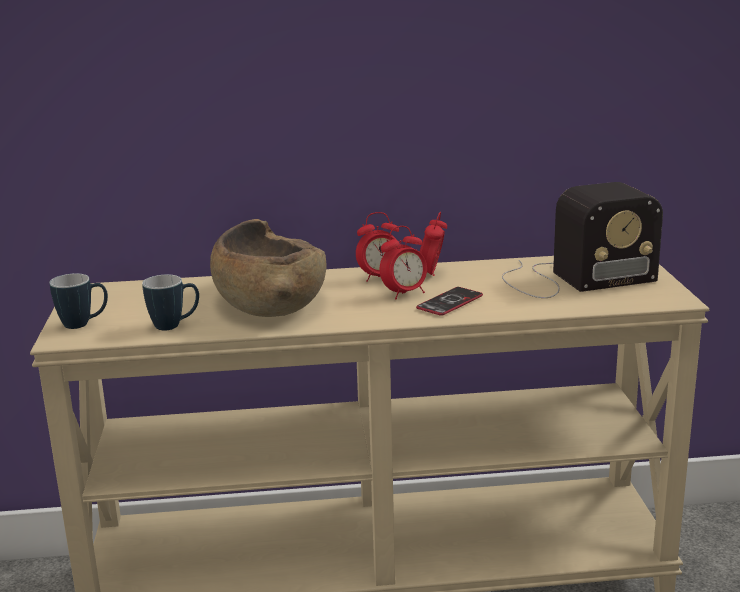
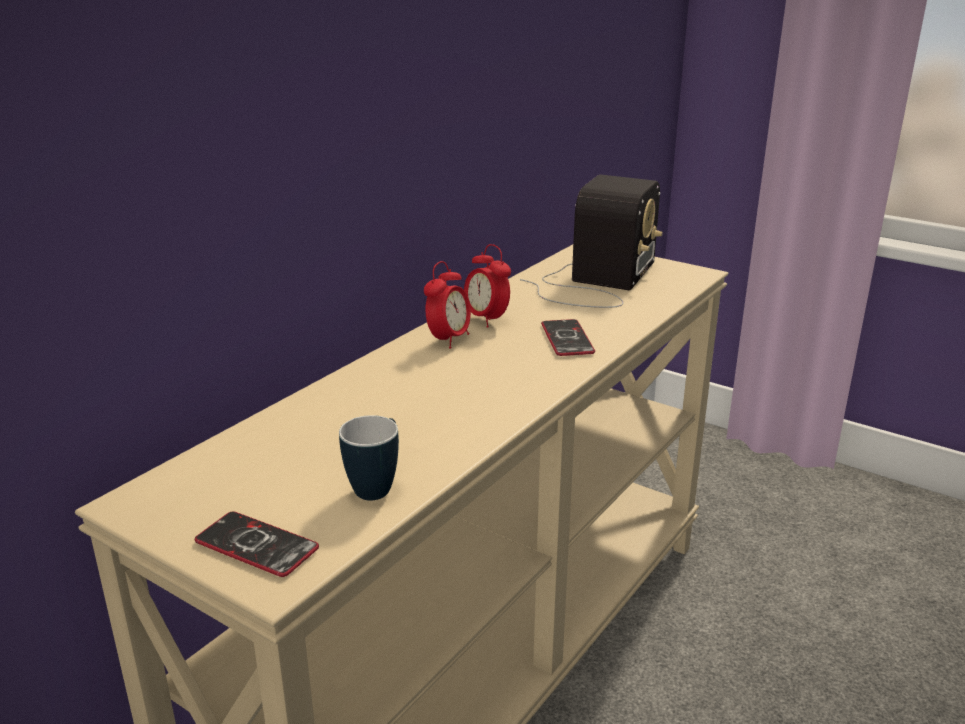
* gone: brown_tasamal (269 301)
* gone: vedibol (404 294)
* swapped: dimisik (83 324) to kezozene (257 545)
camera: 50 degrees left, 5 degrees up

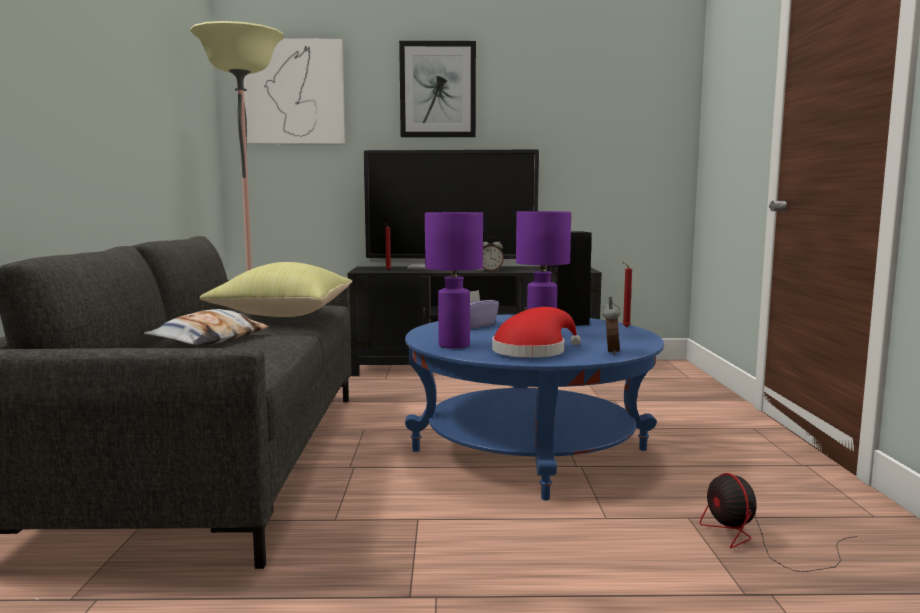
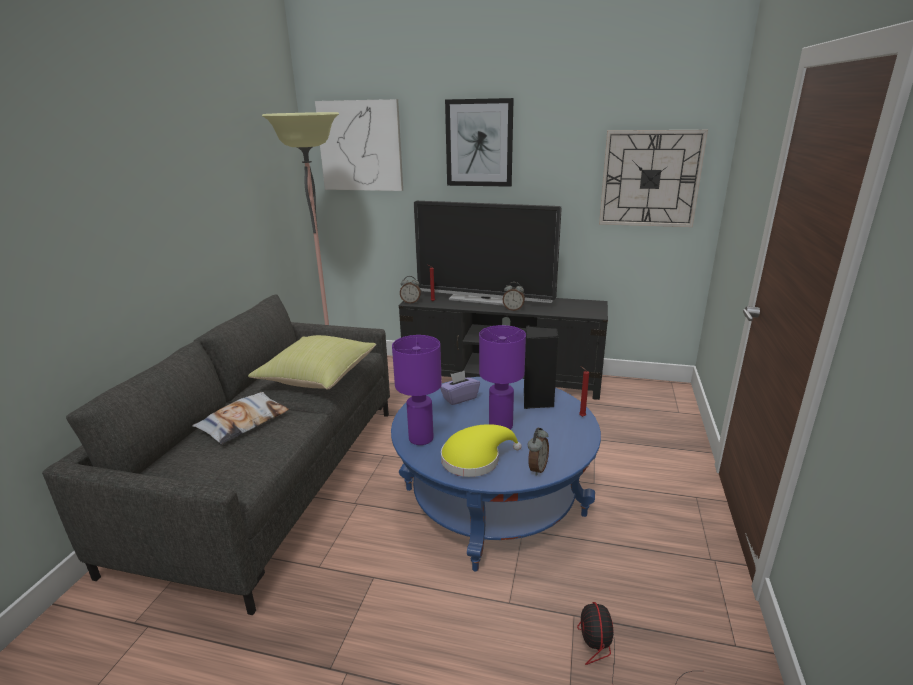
* new: vedibol (411 302)
* new: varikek (650 179)
* repainted: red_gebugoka (533 351) to yellow_gebugoka (475 459)
camera: 15 degrees right, 15 degrees up

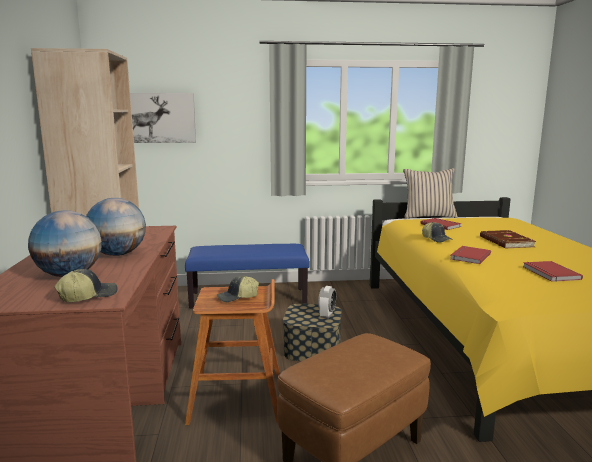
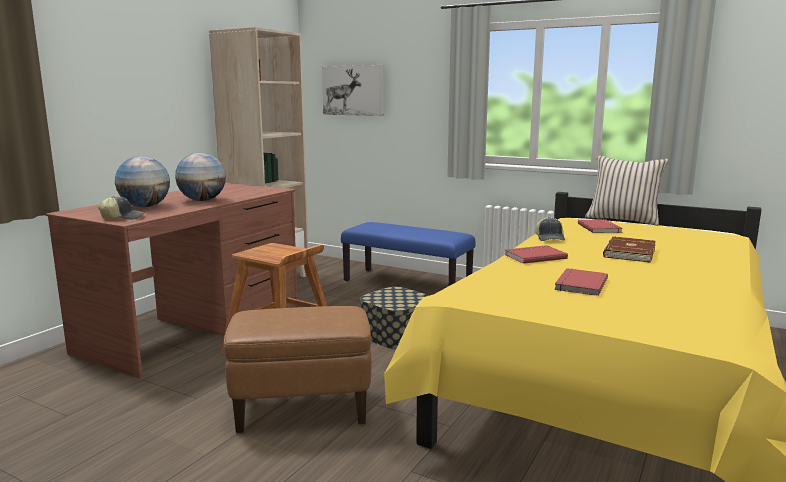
* gone: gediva (237 297)
* gone: vedibol (327 315)
camera: 35 degrees right, 0 degrees up

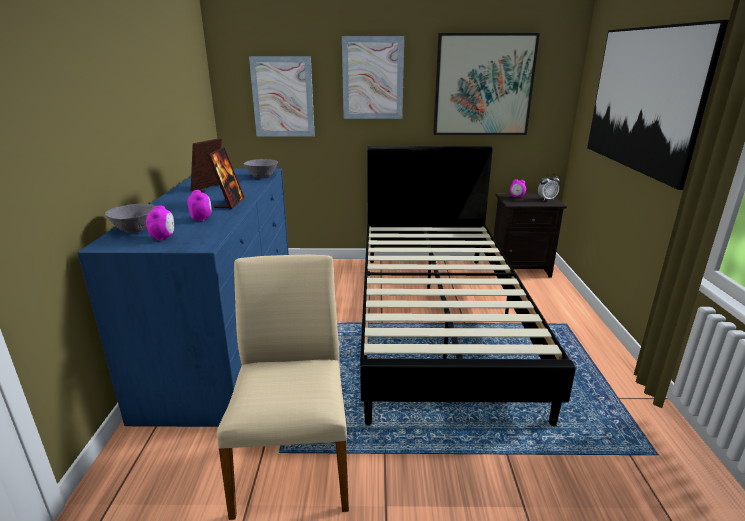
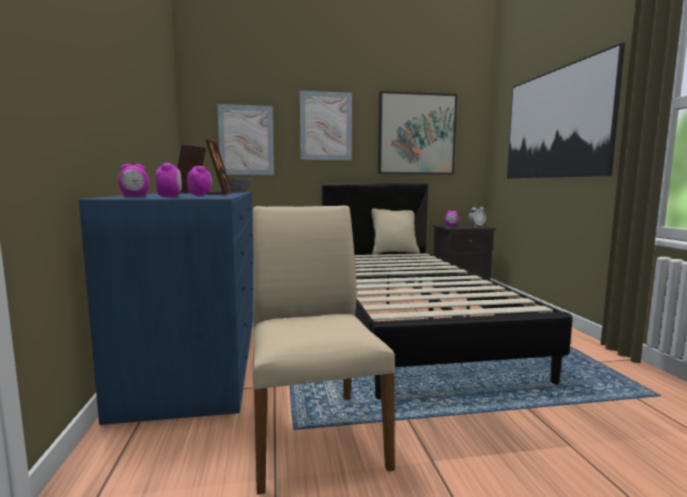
* new: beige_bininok (394 253)
* swapped: grey_tasamal (135 230) to vedibol (135 196)
camera: 10 degrees left, 15 degrees down

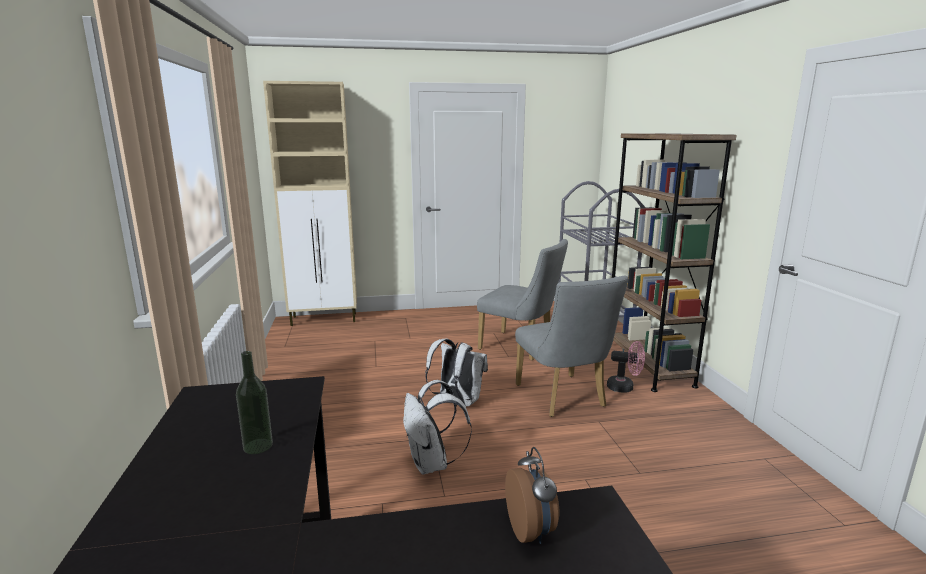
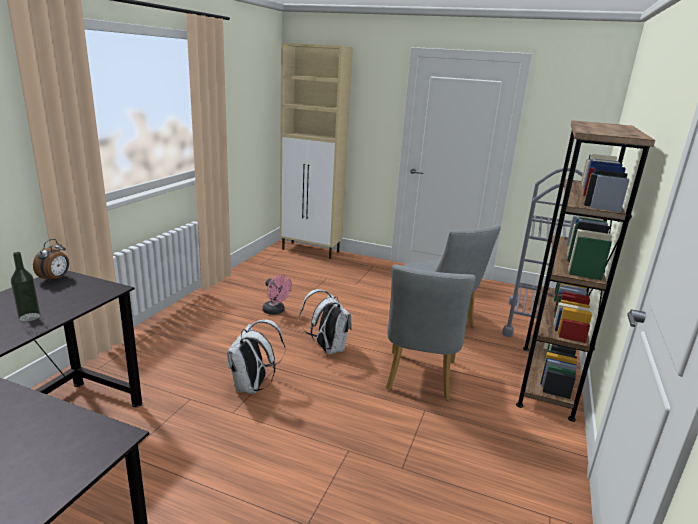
* shifted: vedibol (531 531) to (55 278)
* shifted: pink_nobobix (624 387) to (276 311)
camera: 30 degrees right, 5 degrees up

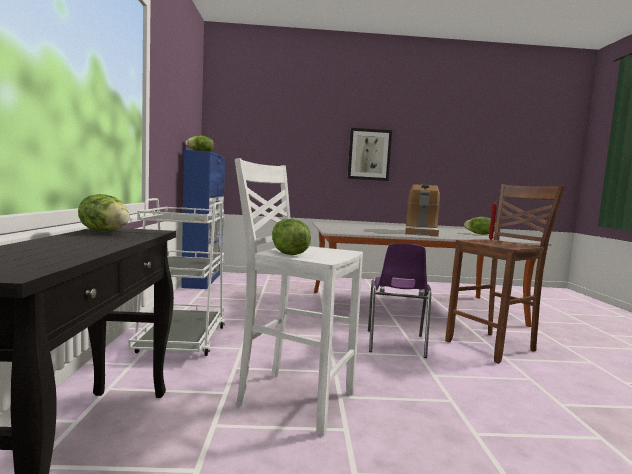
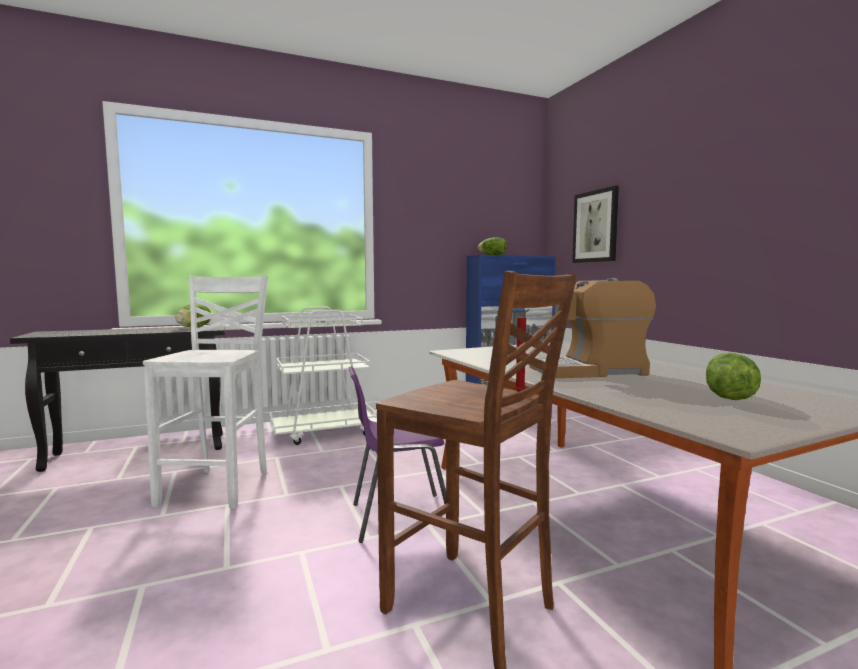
* gone: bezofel (288 253)
* shifted: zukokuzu (369 154) to (595 226)
camera: 70 degrees right, 0 degrees up

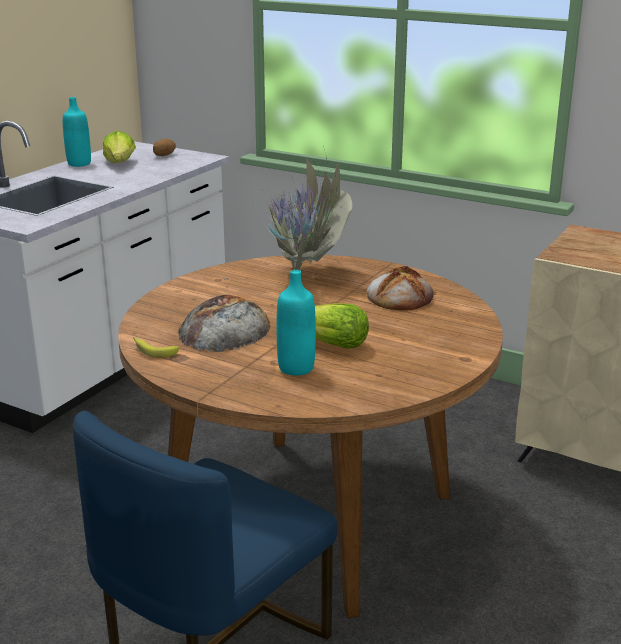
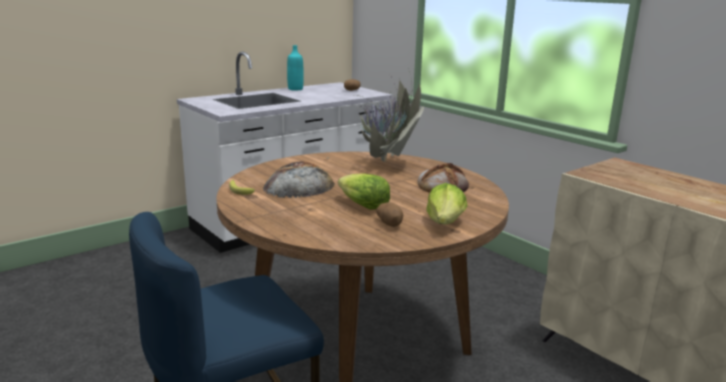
* gone: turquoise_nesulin (296 368)
* new: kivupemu (390 224)
* shifted: bezofel (120 163) to (445 223)
camera: 20 degrees right, 5 degrees down

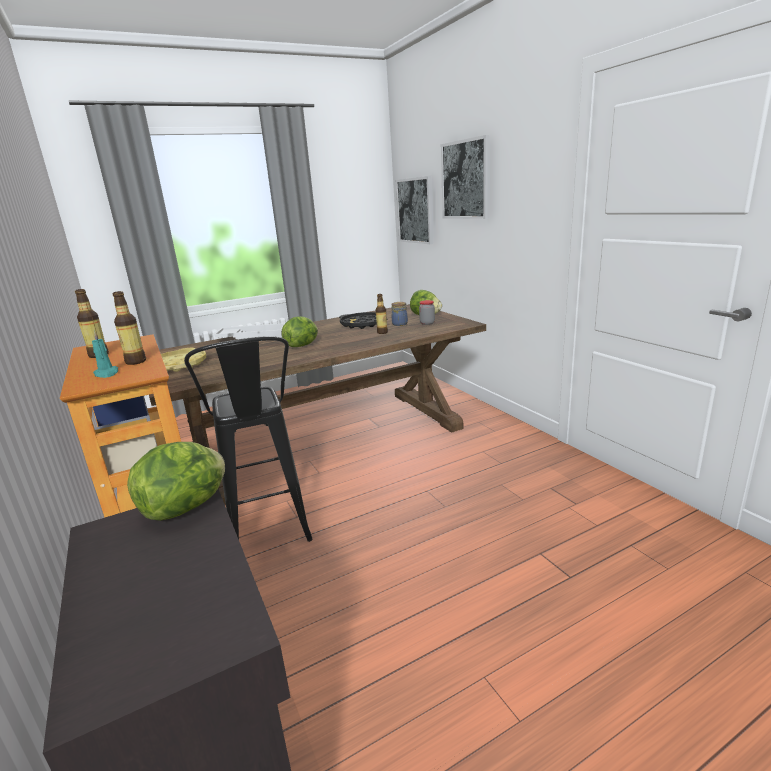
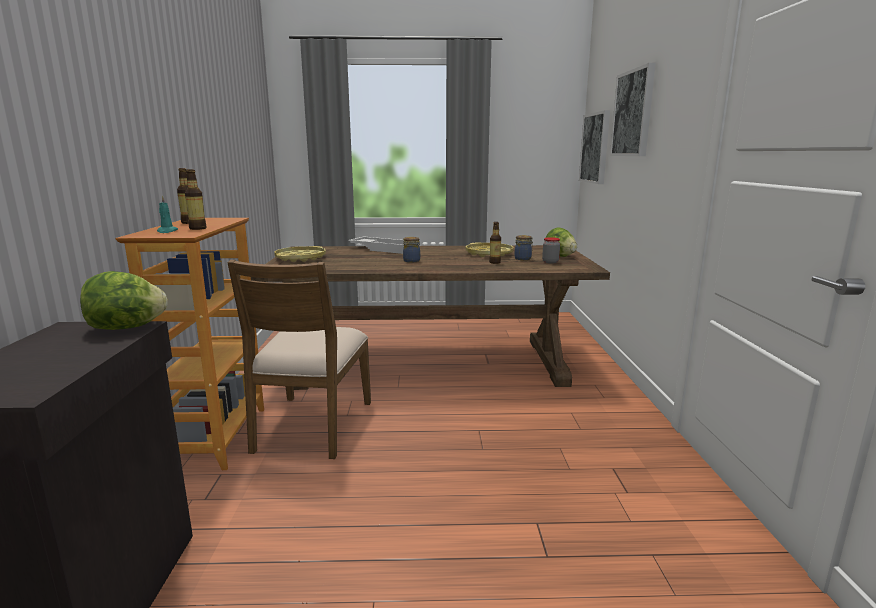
* swapped: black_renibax (271 539) to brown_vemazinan (311 426)
* swapped: bezofel (302 345) to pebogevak (411 261)
* repainted: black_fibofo (363 324) to yellow_fibofo (489 254)
camera: 25 degrees right, 5 degrees down

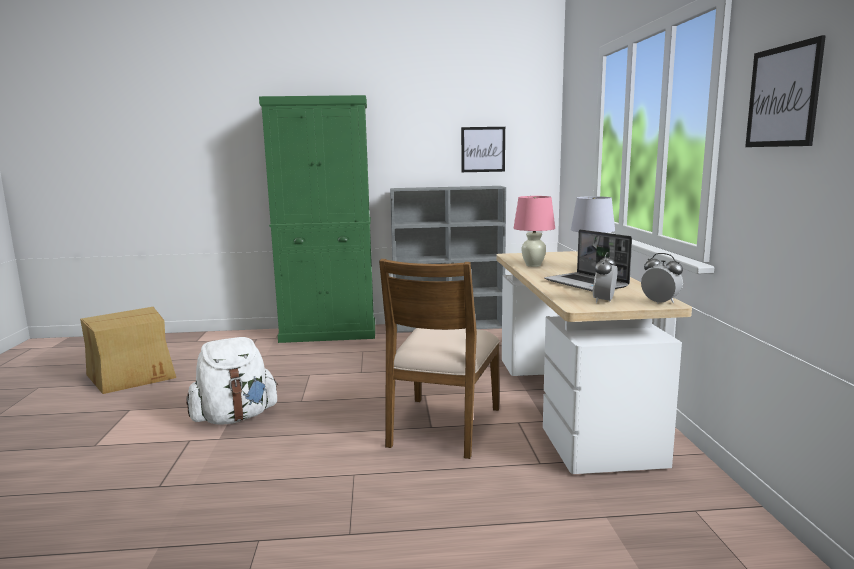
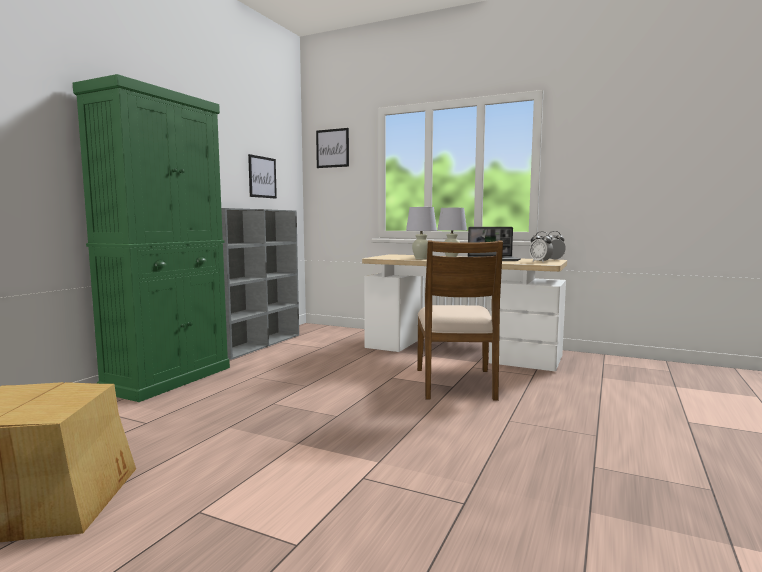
* gone: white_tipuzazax (235 417)
* shifted: zukokuzu (783 96) to (332 148)
* repainted: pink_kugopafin (533 265) to white_kugopafin (421 258)
* rotated: brown_vemazinan (442 426) = (456 384) 45 degrees clockwise
camera: 60 degrees left, 5 degrees down

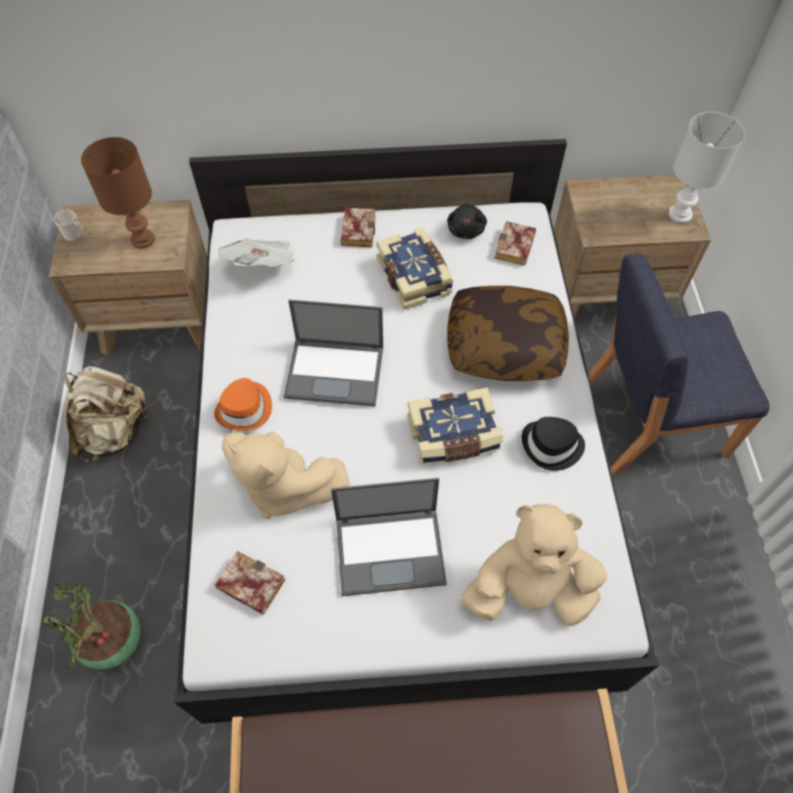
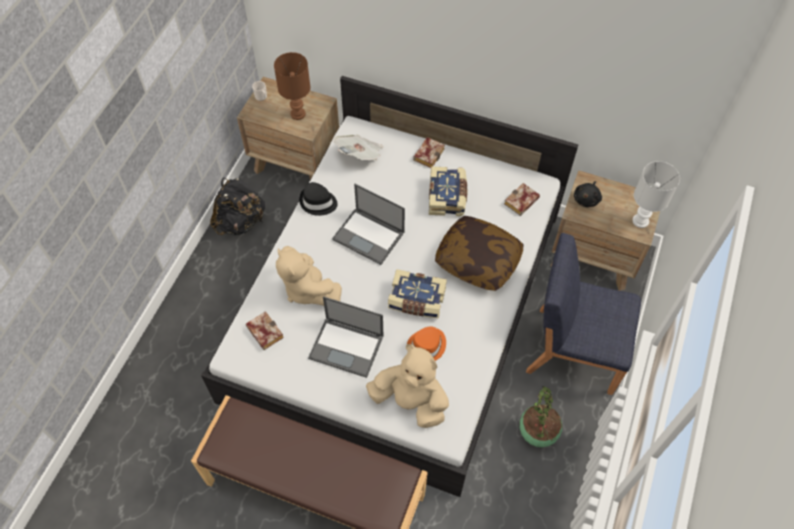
* shifted: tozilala (115 644) to (537 434)
* shifted: orange_gebugoka (245 408) to (427 345)
* shifted: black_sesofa (466 229) to (586 199)
* shifted: black_gebugoka (552 446) to (318 202)
* repainted: beige_tipuzazax (114 431) to black_tipuzazax (240 222)
camera: 25 degrees right, 0 degrees up

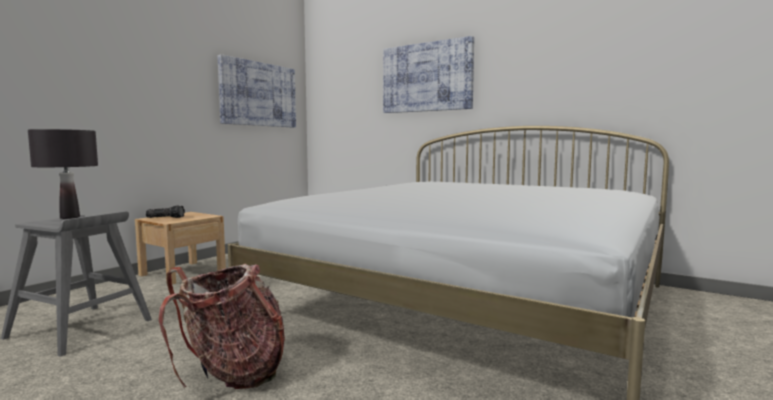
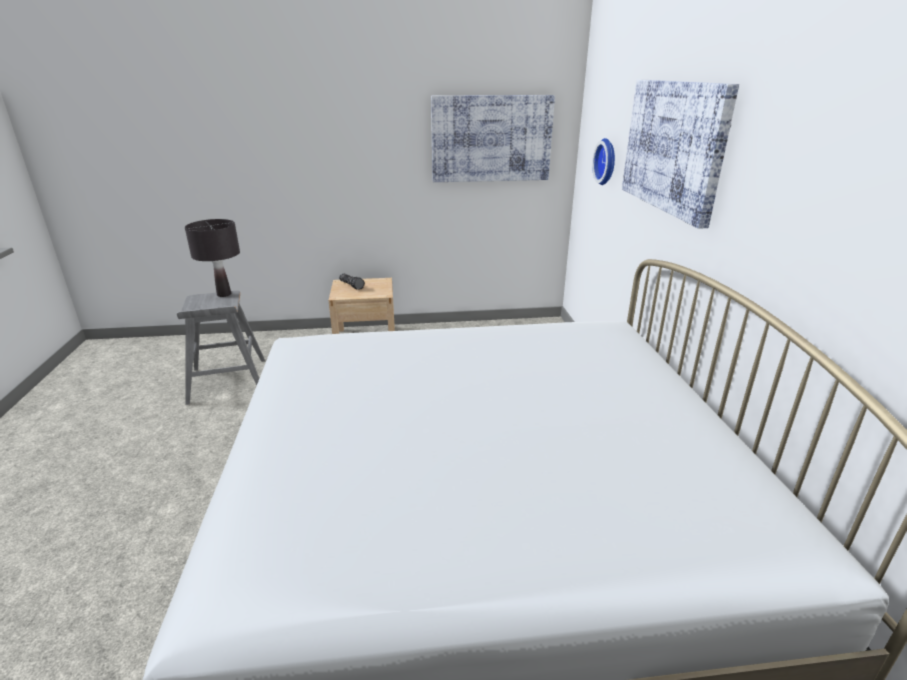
* gone: tipuzazax (232 373)
* new: varikek (607 161)
camera: 50 degrees right, 20 degrees up

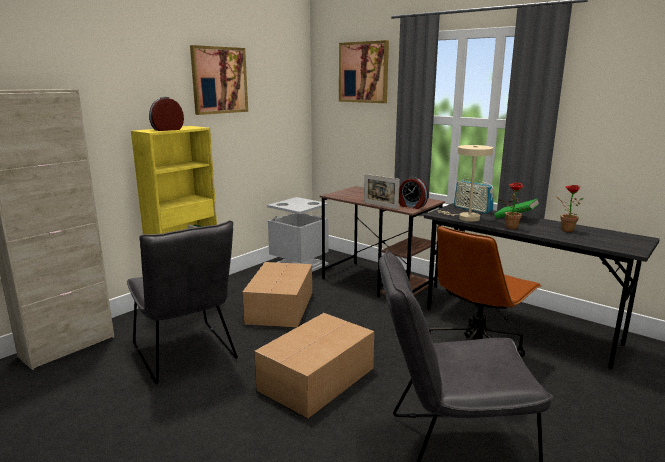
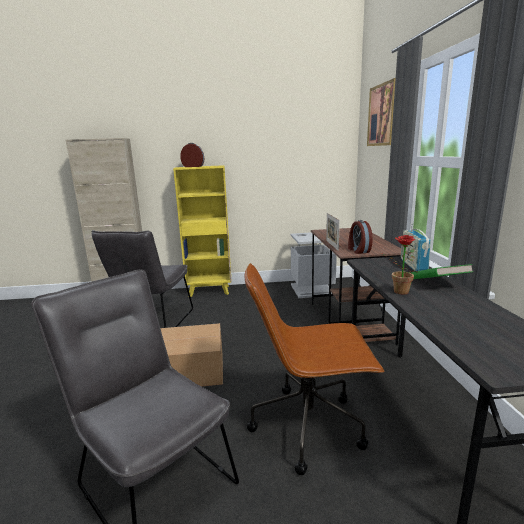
* gone: zukokuzu (219 80)
* gone: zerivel (281 307)
* gone: beige_kugopafin (465 218)
* gone: tozilala (564 229)
camera: 45 degrees right, 0 degrees up

